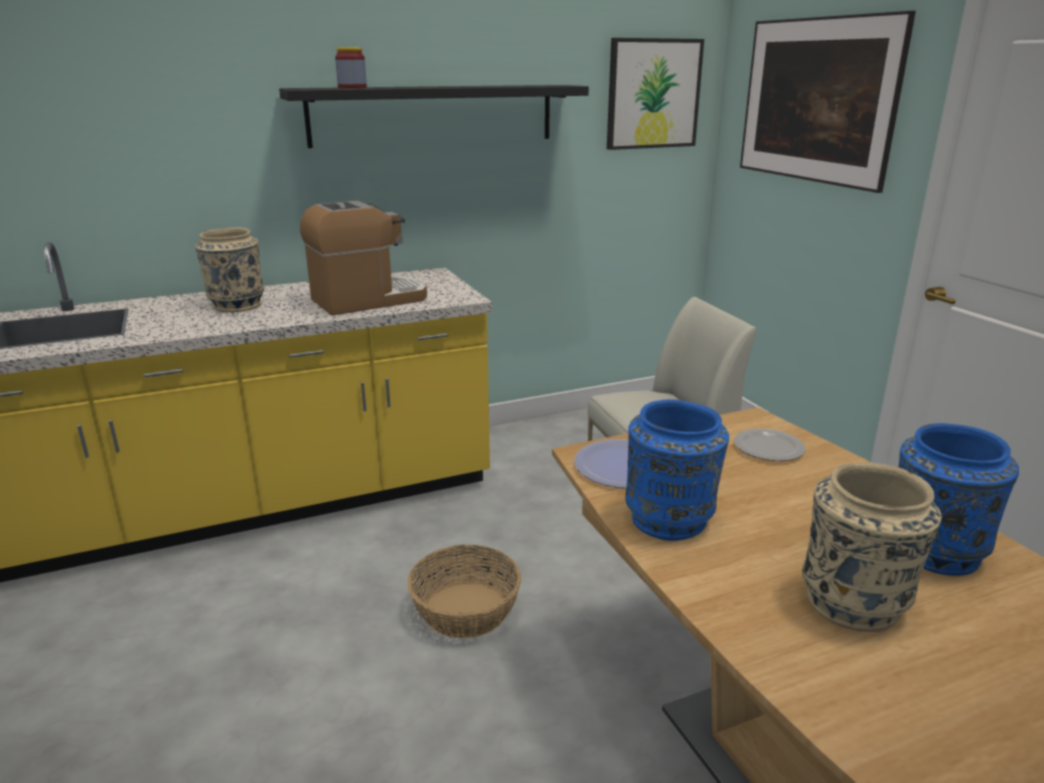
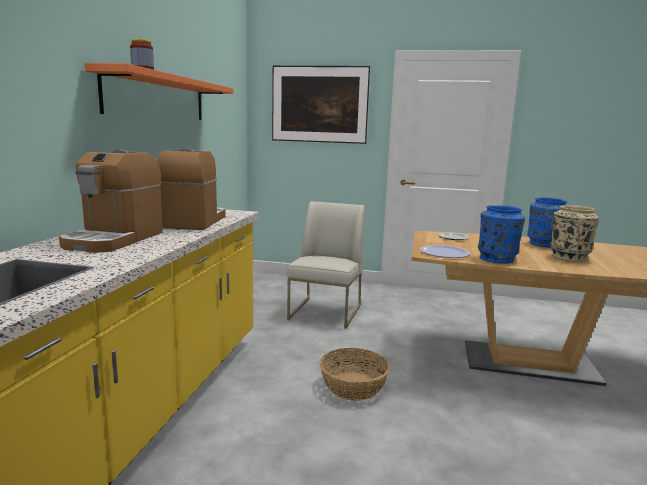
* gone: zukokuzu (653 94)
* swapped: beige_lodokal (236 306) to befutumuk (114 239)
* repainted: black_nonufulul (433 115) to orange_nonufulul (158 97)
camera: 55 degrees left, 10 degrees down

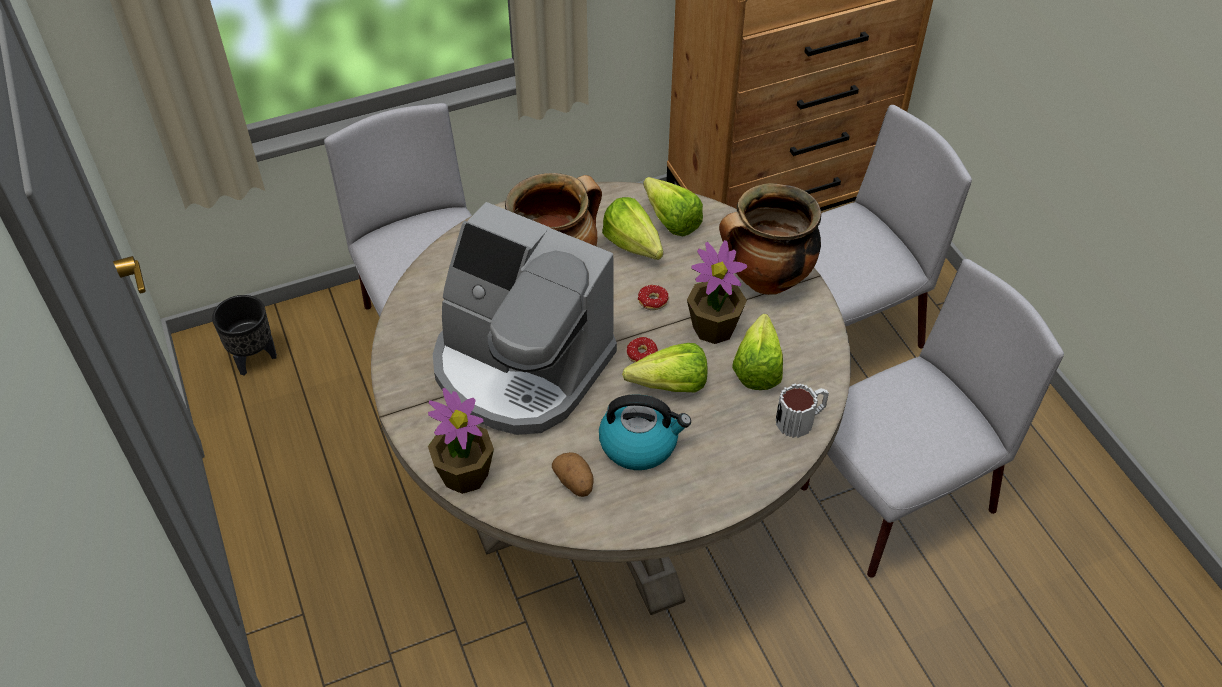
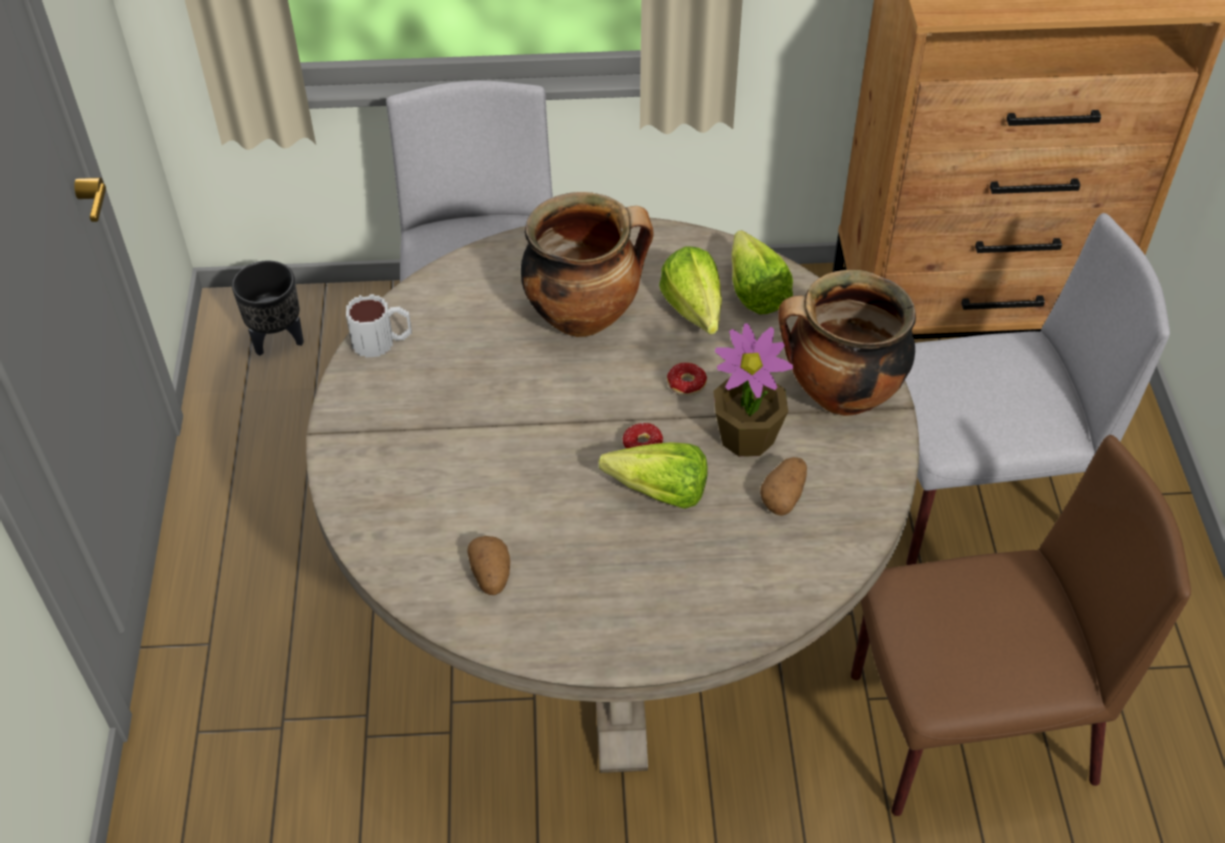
* gone: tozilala (464 474)
* gone: befutumuk (520 367)
* gone: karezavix (640 444)
* shifted: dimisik (801 420) to (382 341)
* swapped: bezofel (759 363) to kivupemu (784 496)
* repainted: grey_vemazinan (894 501) to brown_vemazinan (966 729)
camera: 20 degrees right, 0 degrees up

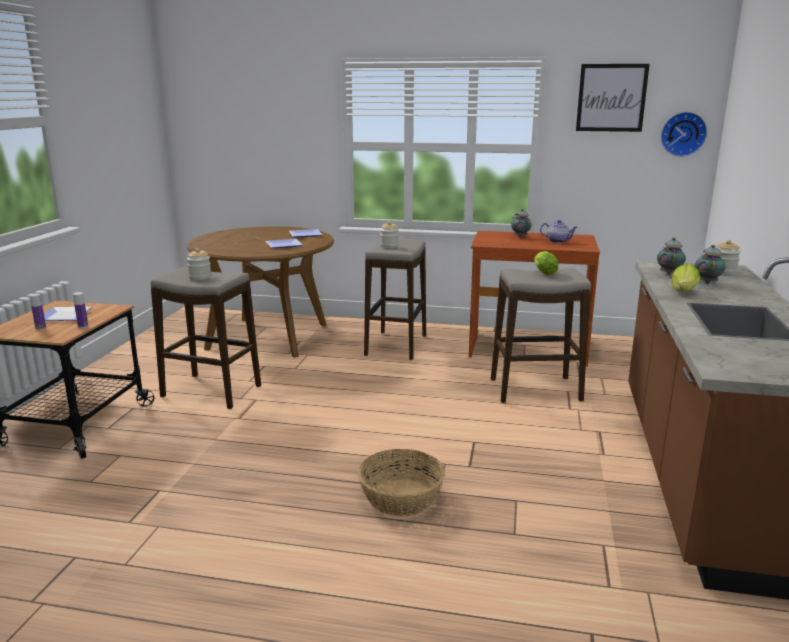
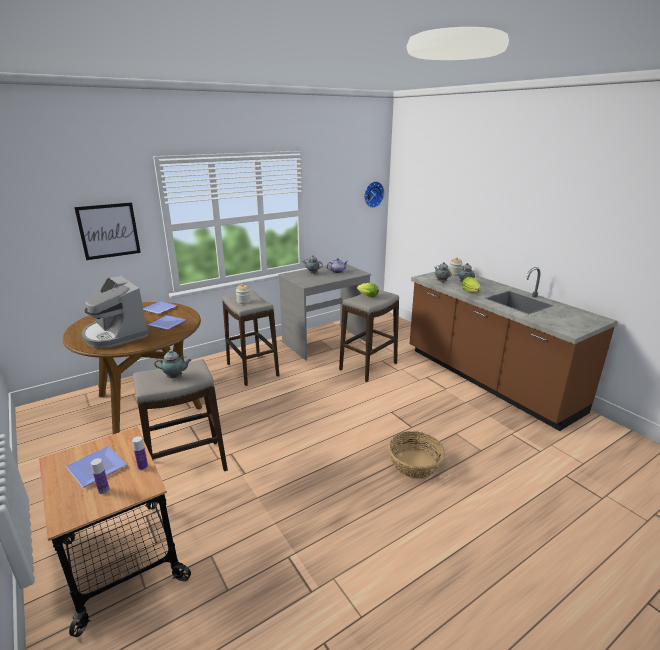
* new: befutumuk (115 334)
* shifted: zukokuzu (611 98) to (109 231)
* swapped: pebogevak (200 277) to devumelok (175 377)
* repainted: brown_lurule (527 349) to grey_lurule (325 342)
camera: 45 degrees left, 5 degrees up

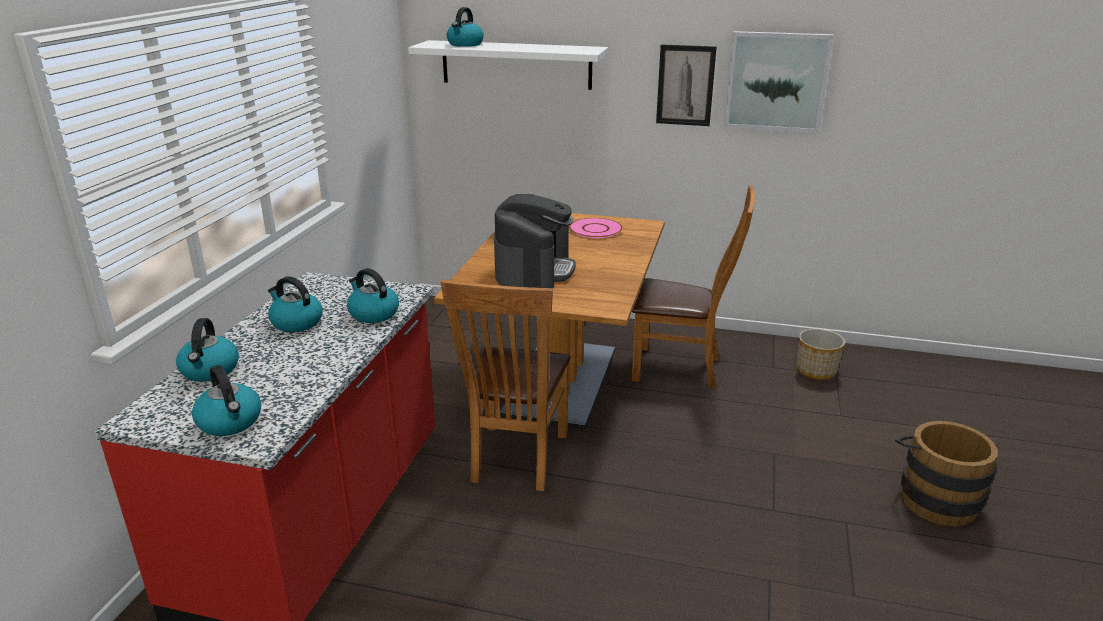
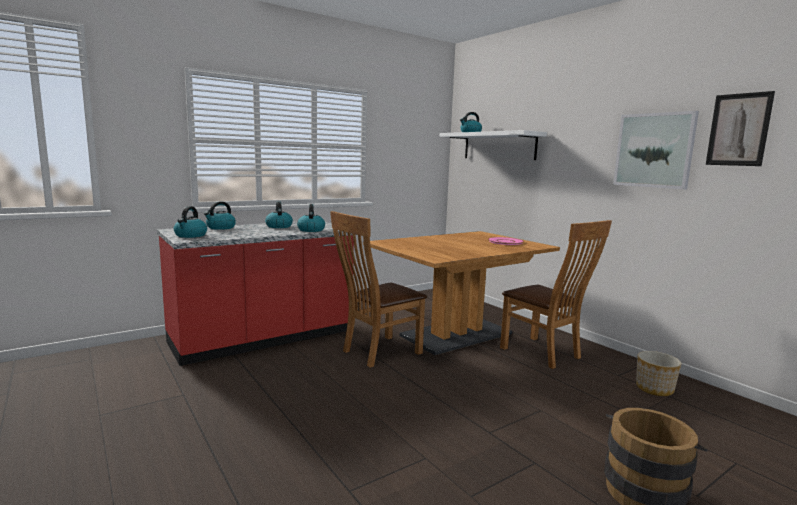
* gone: befutumuk (534 270)
* shifted: zukokuzu (685 85) to (738 130)
camera: 40 degrees right, 15 degrees down

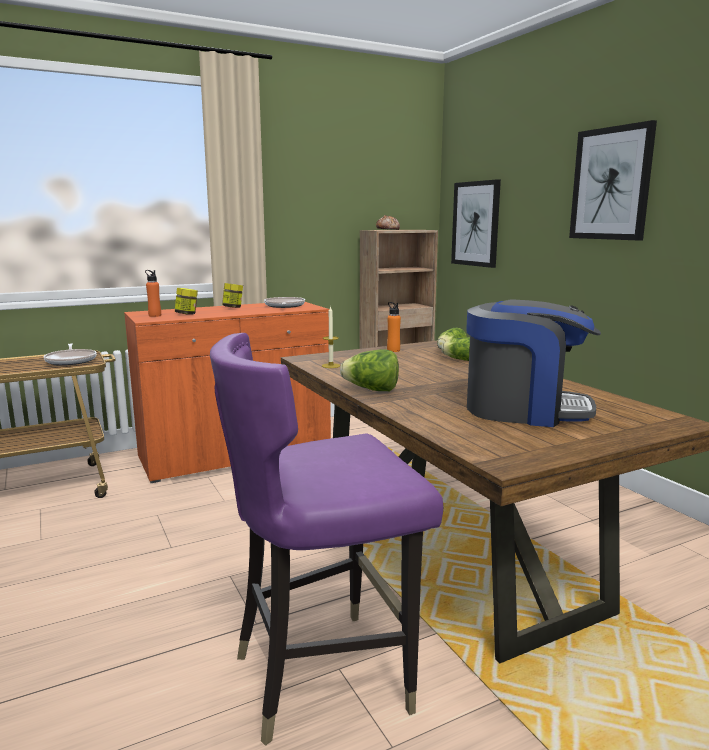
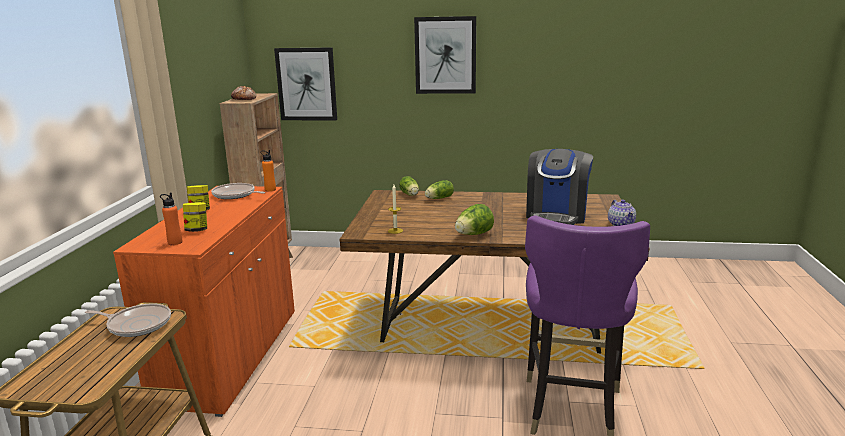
* new: devumelok (621 224)
* shifted: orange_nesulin (393 350) to (270 189)
* rotated: befutumuk (524 410) = (556 215) 150 degrees clockwise
camera: 55 degrees left, 5 degrees up

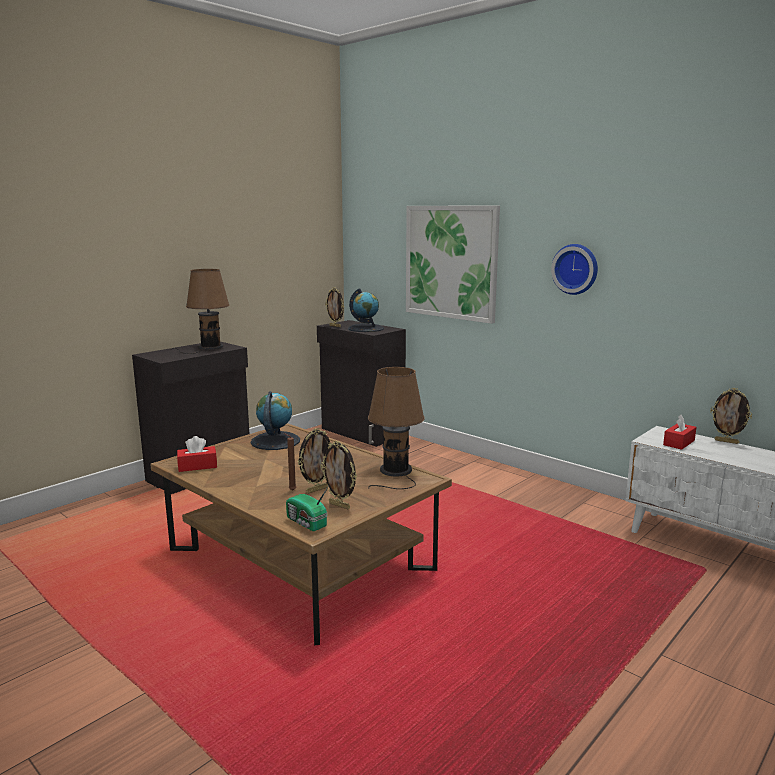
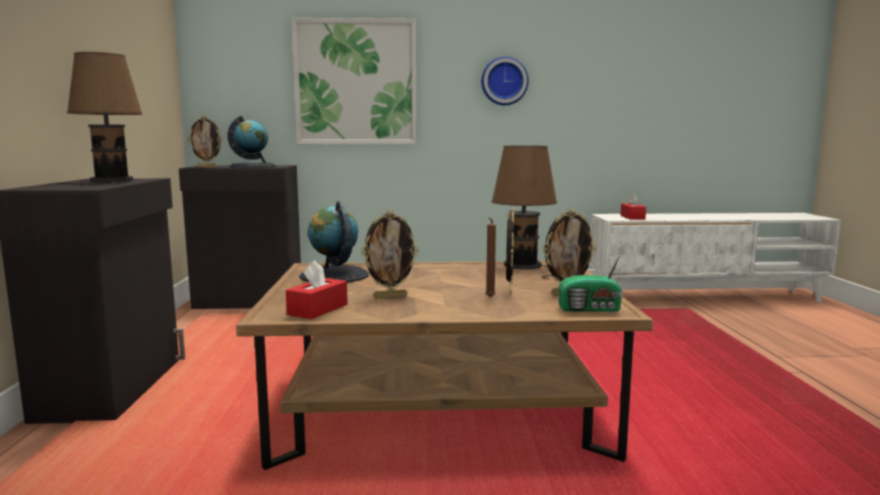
* shifted: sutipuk (726 441) to (390 296)
camera: 45 degrees left, 5 degrees down

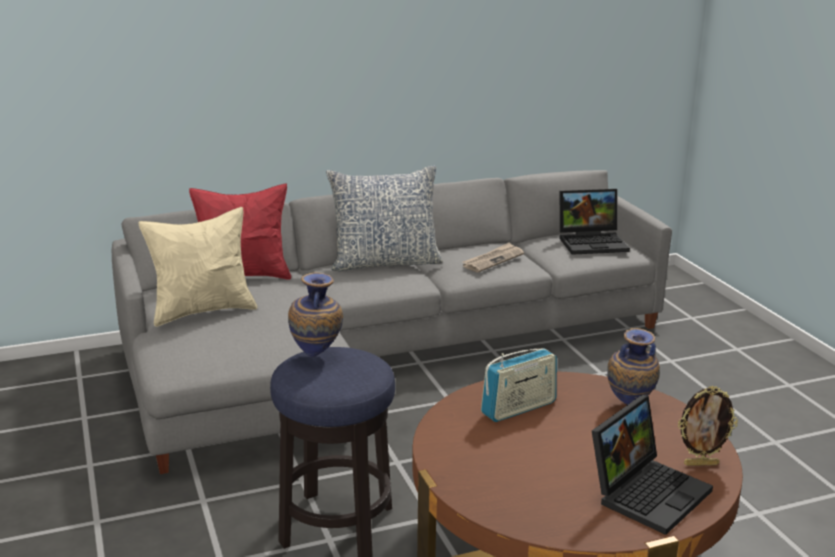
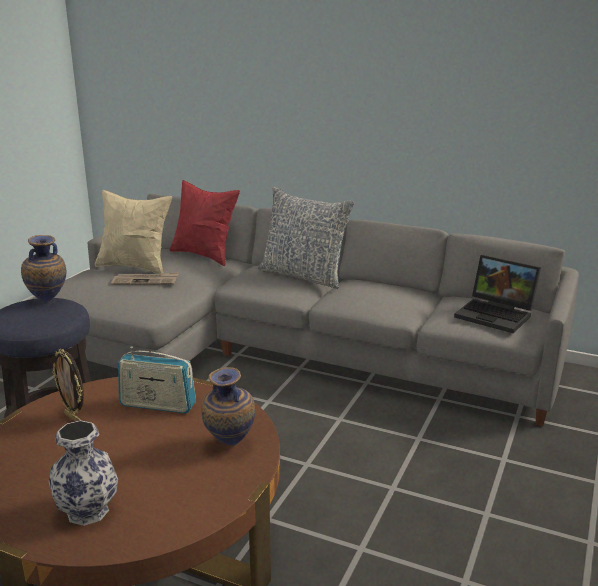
* shifted: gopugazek (493 260) to (146 281)
* shifted: sutipuk (701 464) to (74 418)
* swapped: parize (648 491) to lodokal (89 511)
camera: 45 degrees right, 0 degrees up

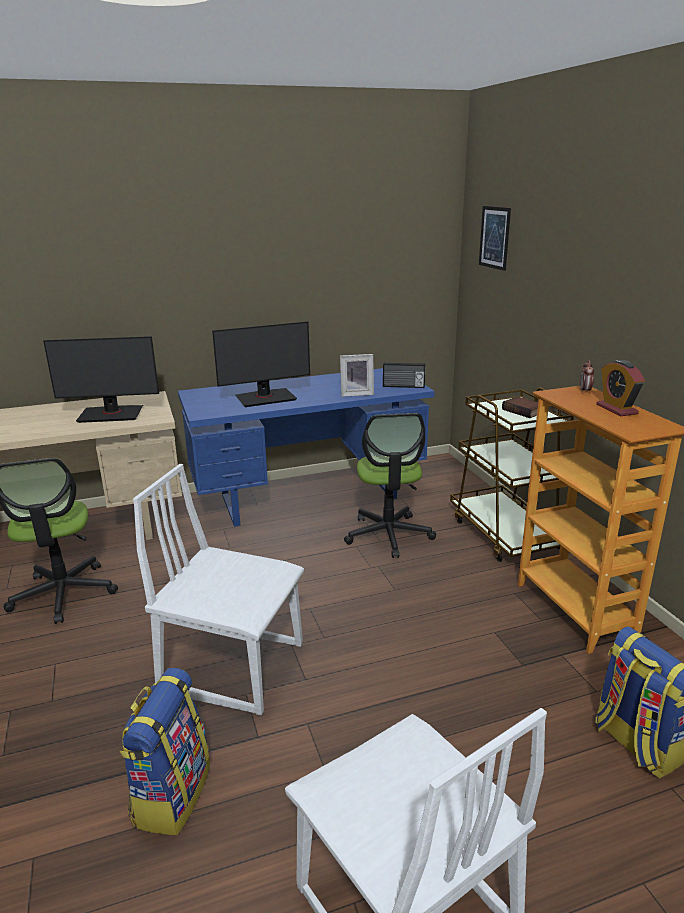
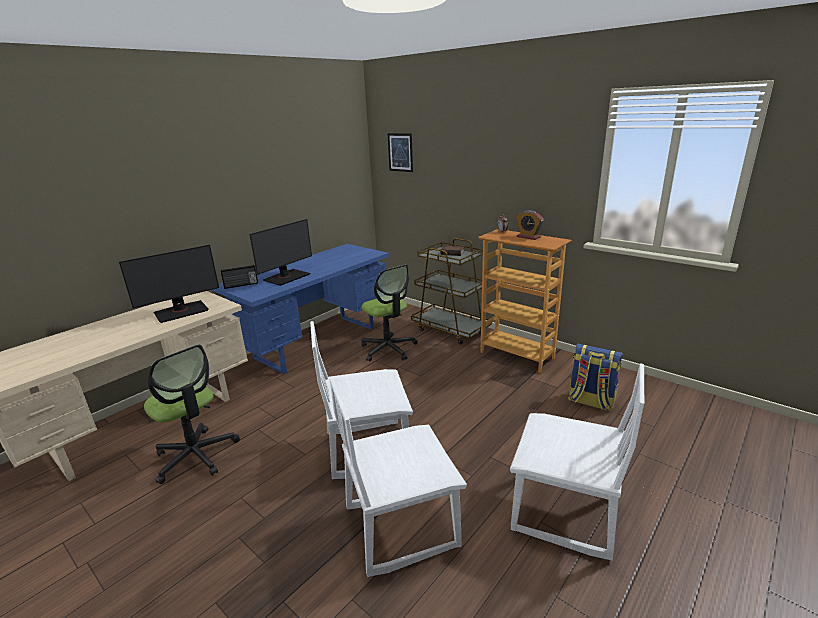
* gone: sutipuk (356 393)
* shifted: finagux (403 386) to (241 285)
* swapped: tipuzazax (171 793) to white_vemazinan (400 526)
camera: 30 degrees left, 0 degrees up

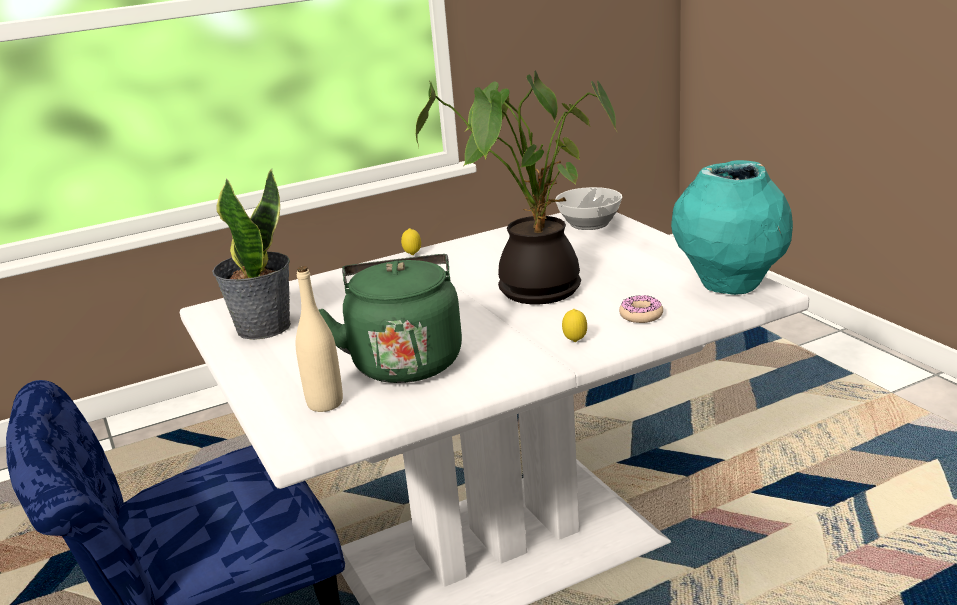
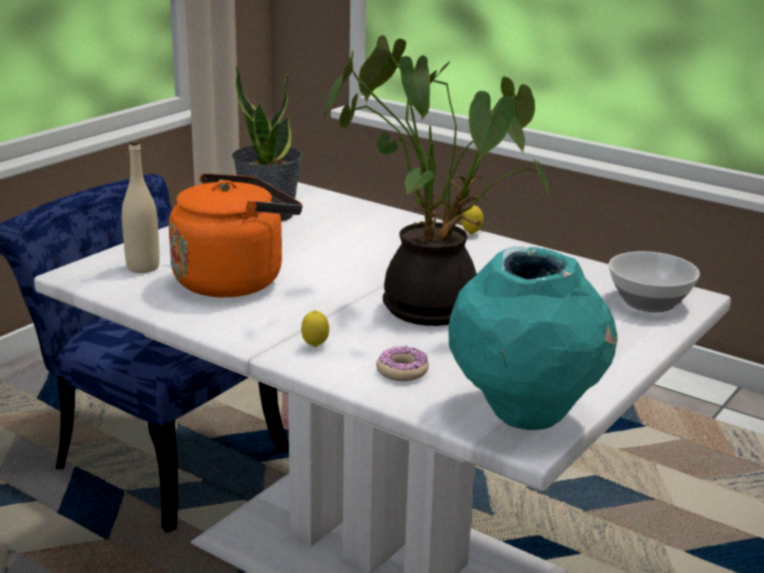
* repainted: green_karezavix (405 360) to orange_karezavix (234 280)
camera: 60 degrees right, 0 degrees up

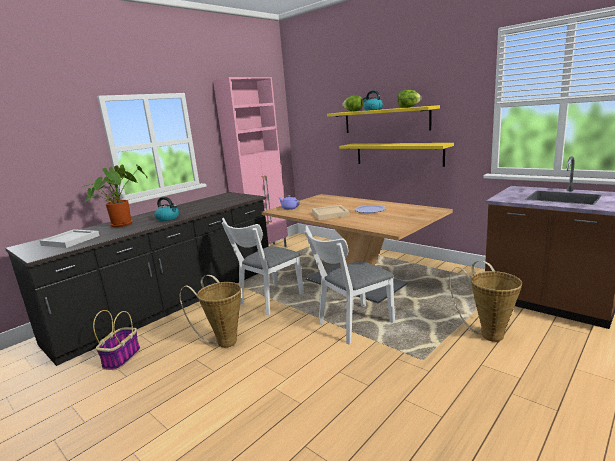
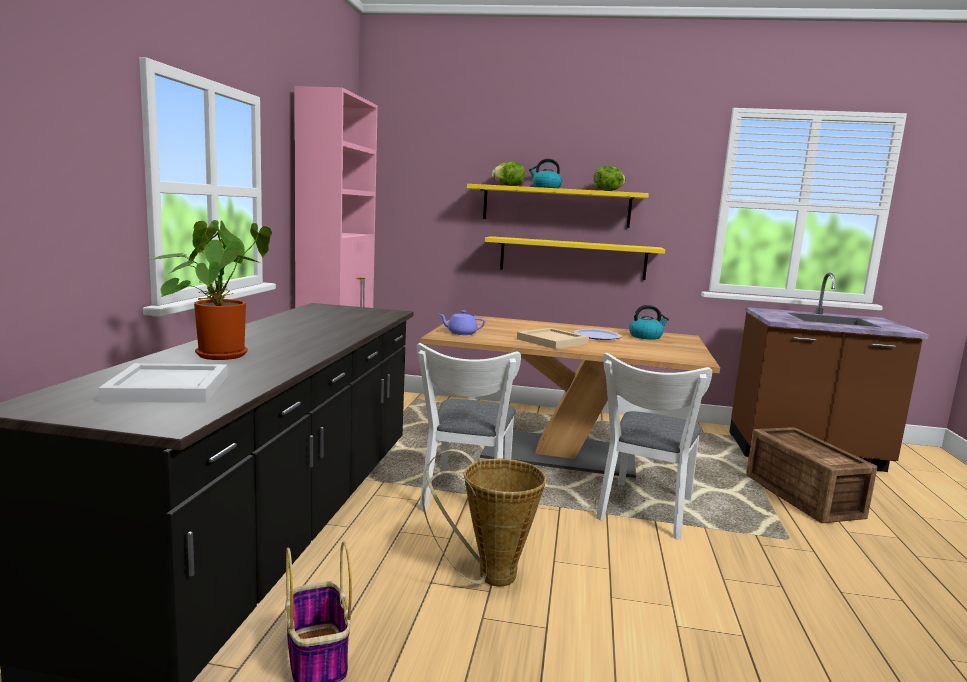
* shifted: karezavix (168 218) to (646 336)
* swapped: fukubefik (488 333) to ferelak (802 495)
camera: 35 degrees left, 5 degrees down

